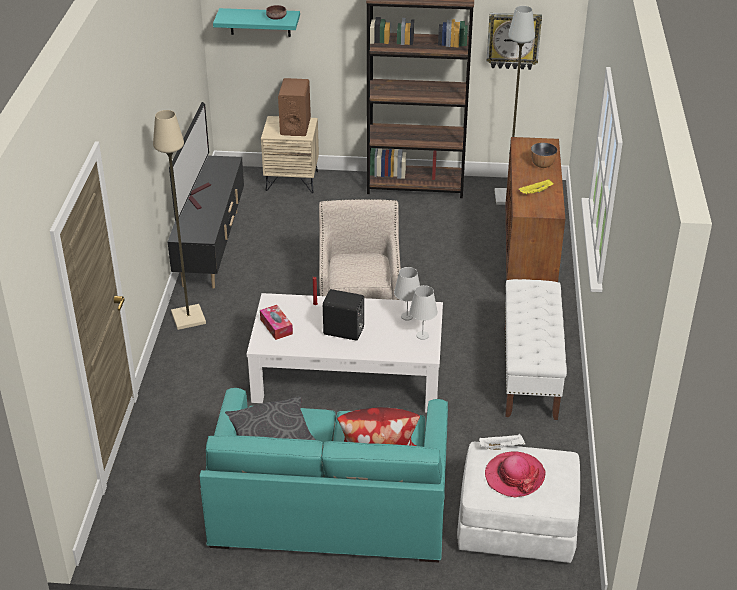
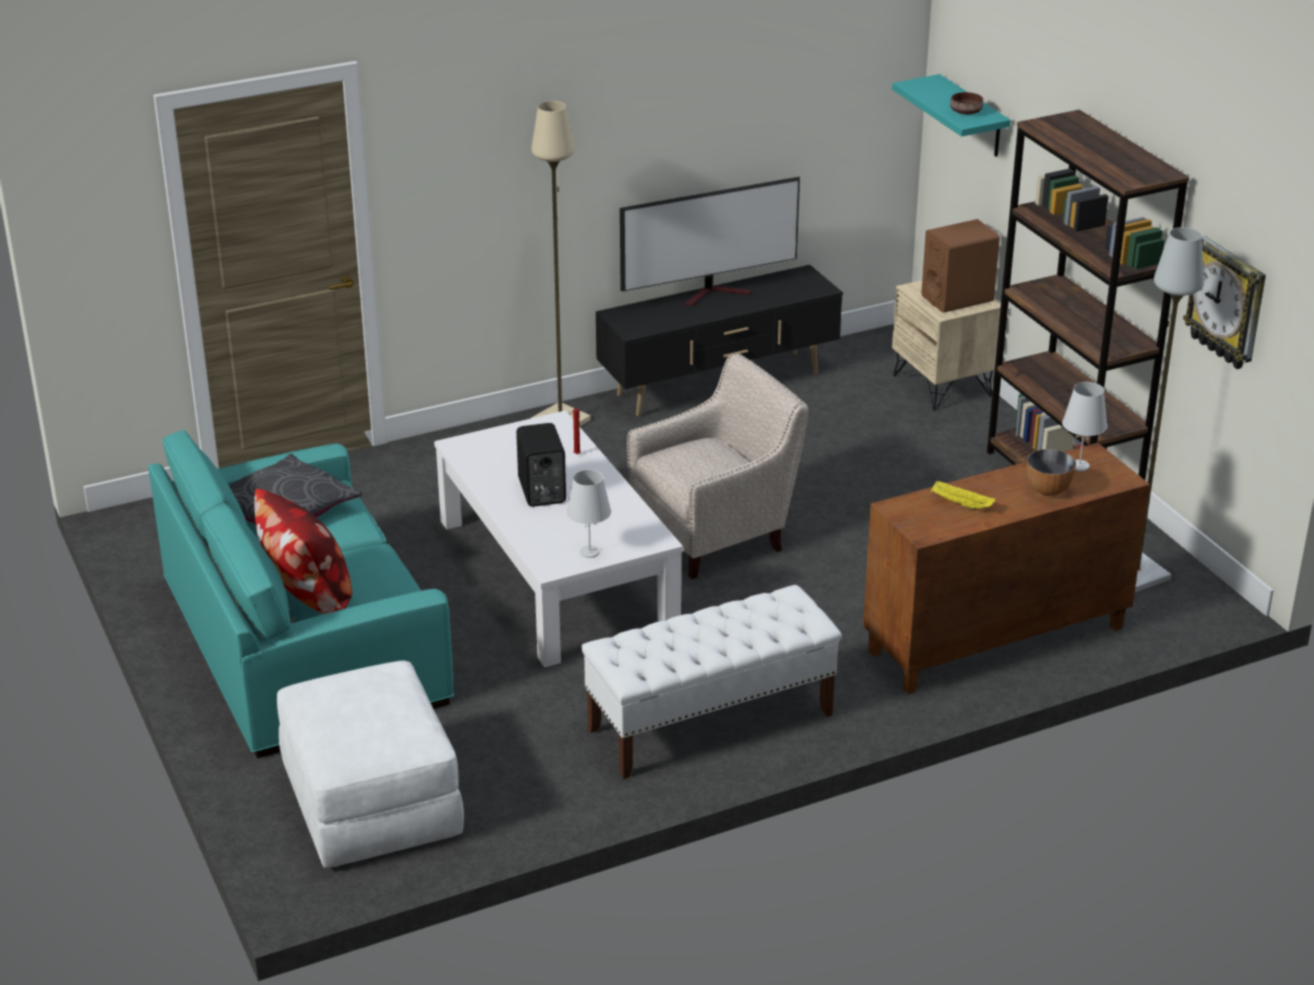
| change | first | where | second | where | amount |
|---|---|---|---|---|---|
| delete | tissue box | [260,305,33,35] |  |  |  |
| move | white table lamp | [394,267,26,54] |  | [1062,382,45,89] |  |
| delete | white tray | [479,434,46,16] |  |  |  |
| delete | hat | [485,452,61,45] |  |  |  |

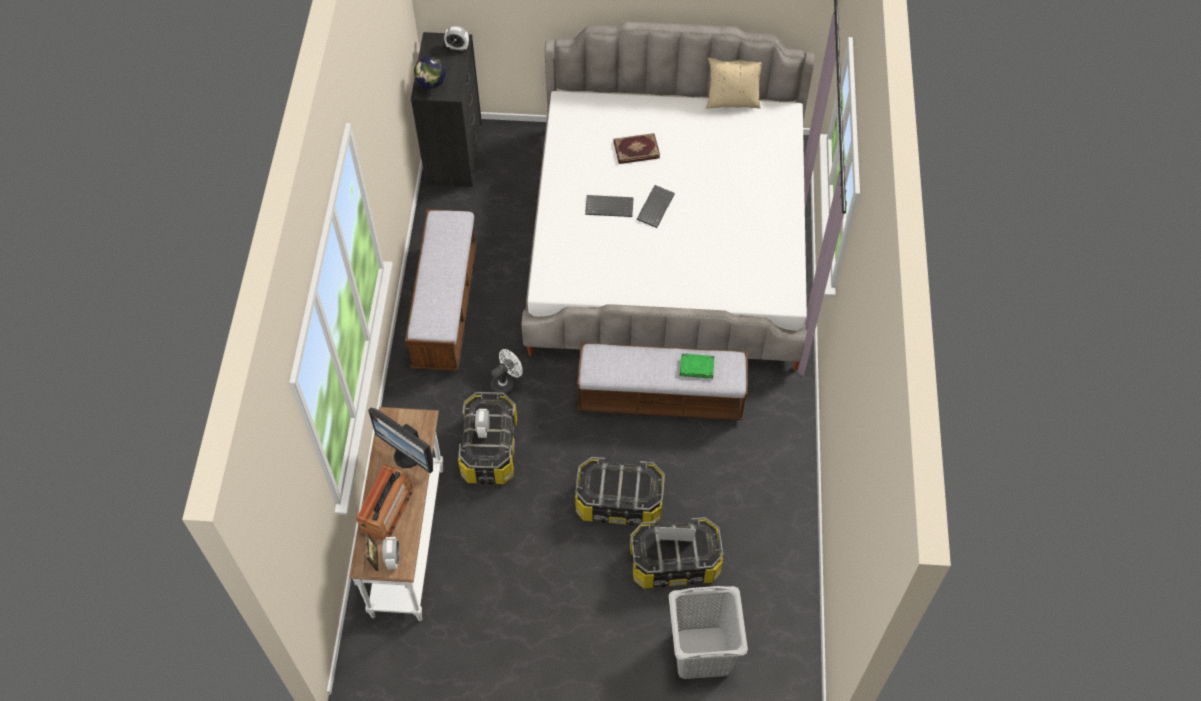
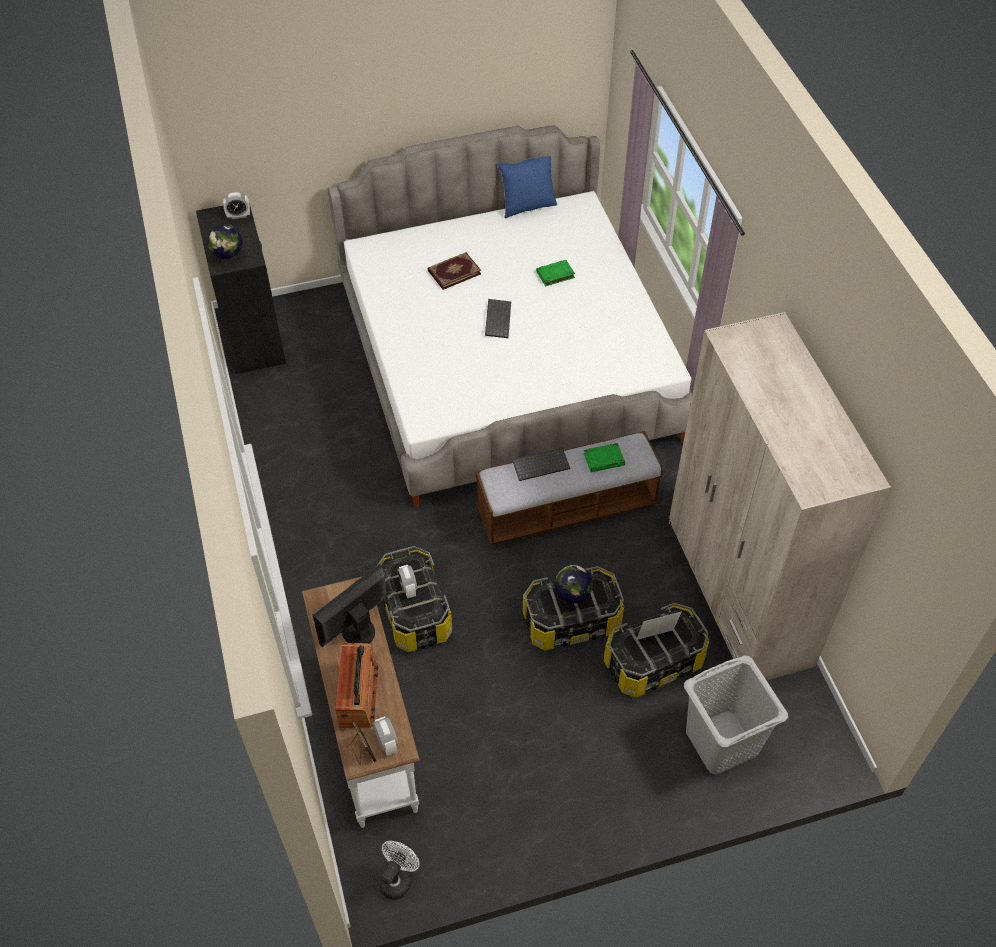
| change | first | where | second | where | amount |
|---|---|---|---|---|---|
| rotate | monitor | [368,408,65,66] |  | [312,564,75,83] | 120 degrees clockwise |
| delete | bench | [405,209,72,162] |  |  |  |
| move | white fan | [491,349,32,47] |  | [378,841,42,59] |  |
| move | keyboard | [585,195,49,22] |  | [512,448,58,33] |  |
| recolor | beige pillow | [705,58,57,51] | blue pillow | [498,156,59,62] |  |
| insert |  |  | green book | [536,260,39,27] |  |
| insert |  |  | globe | [554,565,39,43] |  |
| insert |  |  | beige wardrobe | [669,312,222,368] |  |

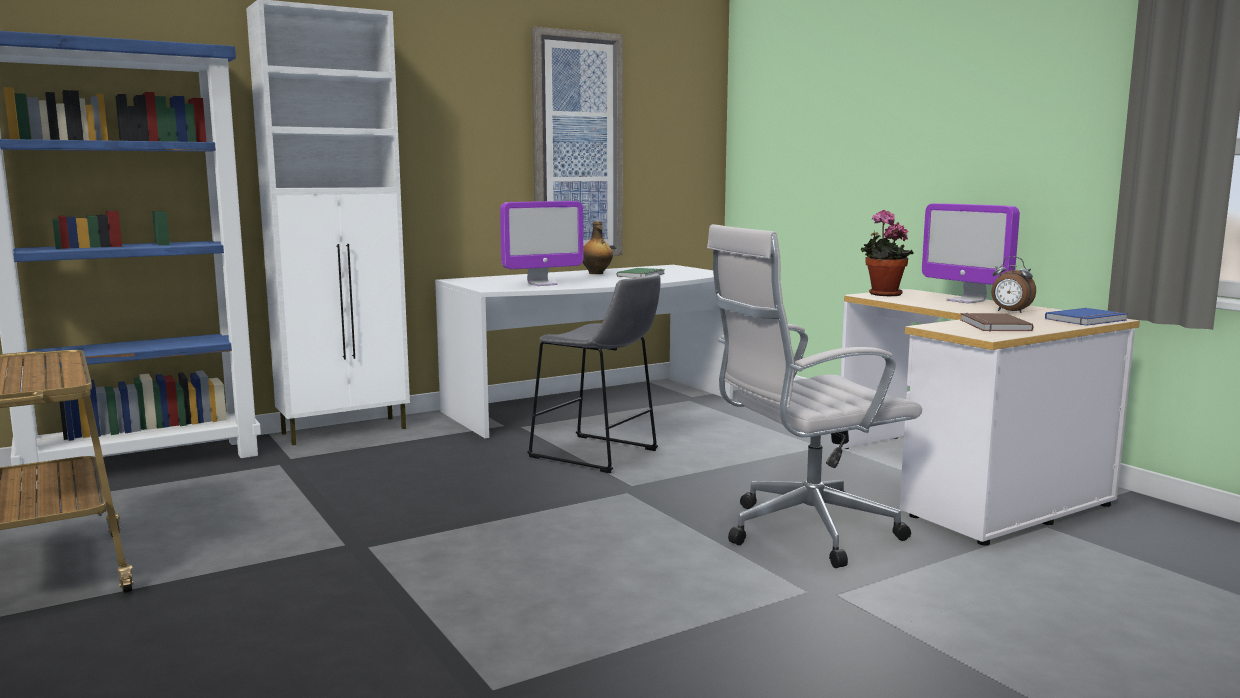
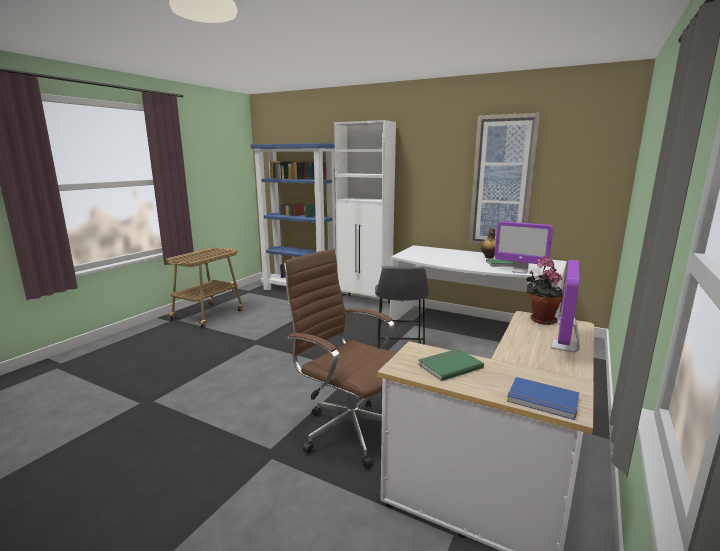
| change | first | where | second | where | amount |
|---|---|---|---|---|---|
| move | monitor | [500,201,83,85] |  | [495,221,58,53] |  |
| recolor | white office chair | [707,224,215,344] | brown office chair | [283,249,114,220] |  |
| recolor | brown book | [960,313,74,19] | green book | [418,349,66,32] |  |
| delete | alarm clock | [991,257,45,56] |  |  |  |

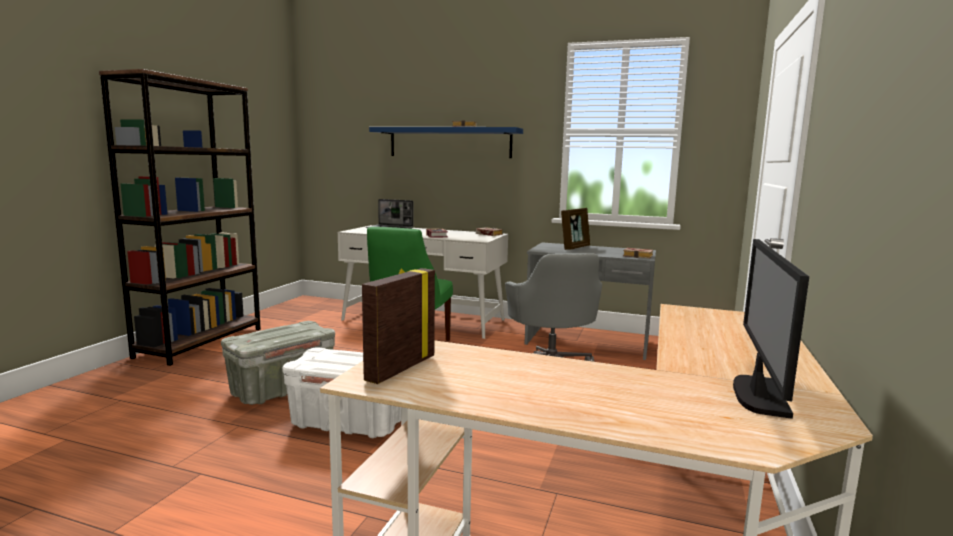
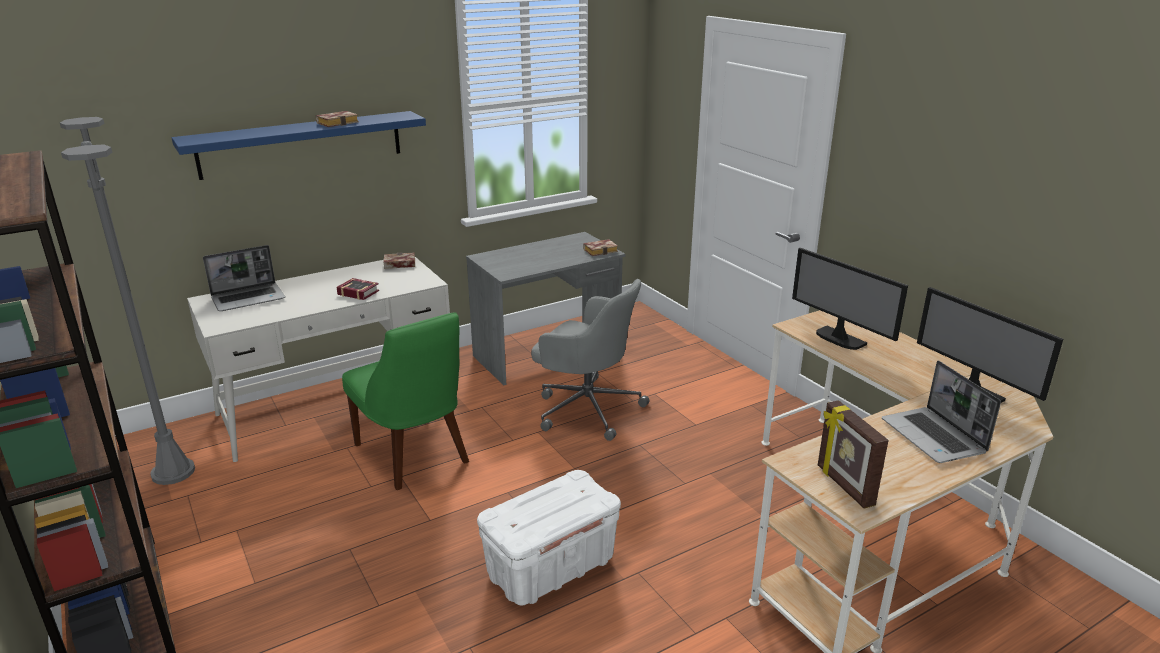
| change | first | where | second | where | amount |
|---|---|---|---|---|---|
| delete | grey storage box | [221,321,114,84] |  |  |  |
| delete | picture frame | [561,208,29,42] |  |  |  |
| insert |  |  | grey floor lamp | [60,117,135,368] |  |
| insert |  |  | monitor | [792,248,116,102] |  |
| insert |  |  | laptop | [882,361,119,102] |  |

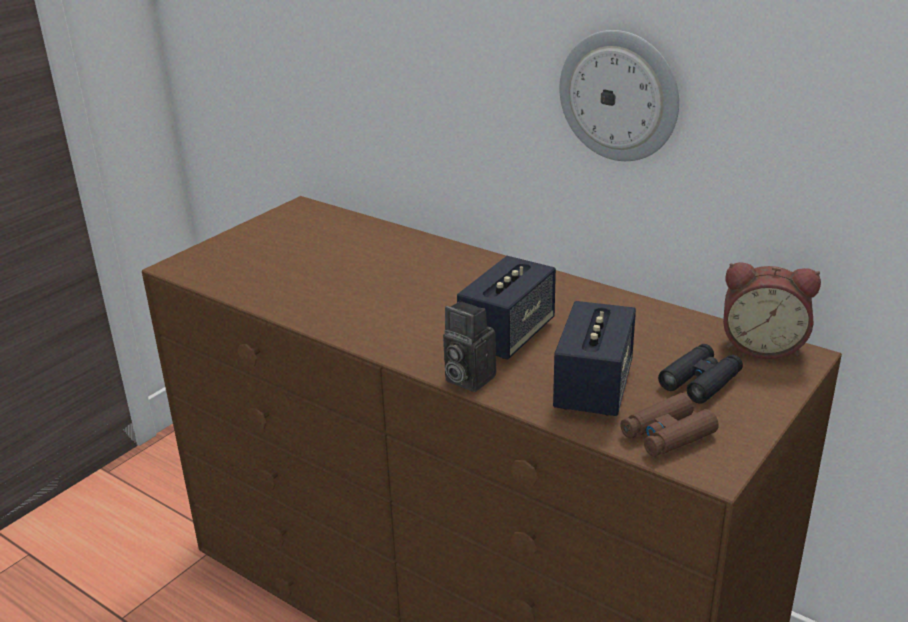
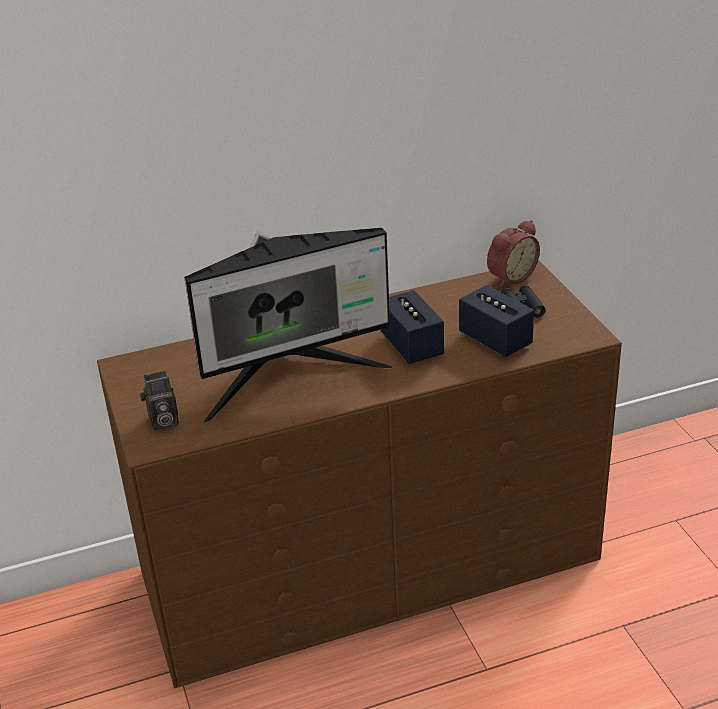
| change | first | where | second | where | amount |
|---|---|---|---|---|---|
| move | photo camera | [443,301,53,91] |  | [140,371,39,60] |  |
| delete | wall clock | [559,30,120,131] |  |  |  |
| delete | brown binoculars | [620,393,99,64] |  |  |  |
| insert |  |  | monitor | [184,228,209,195] |  |

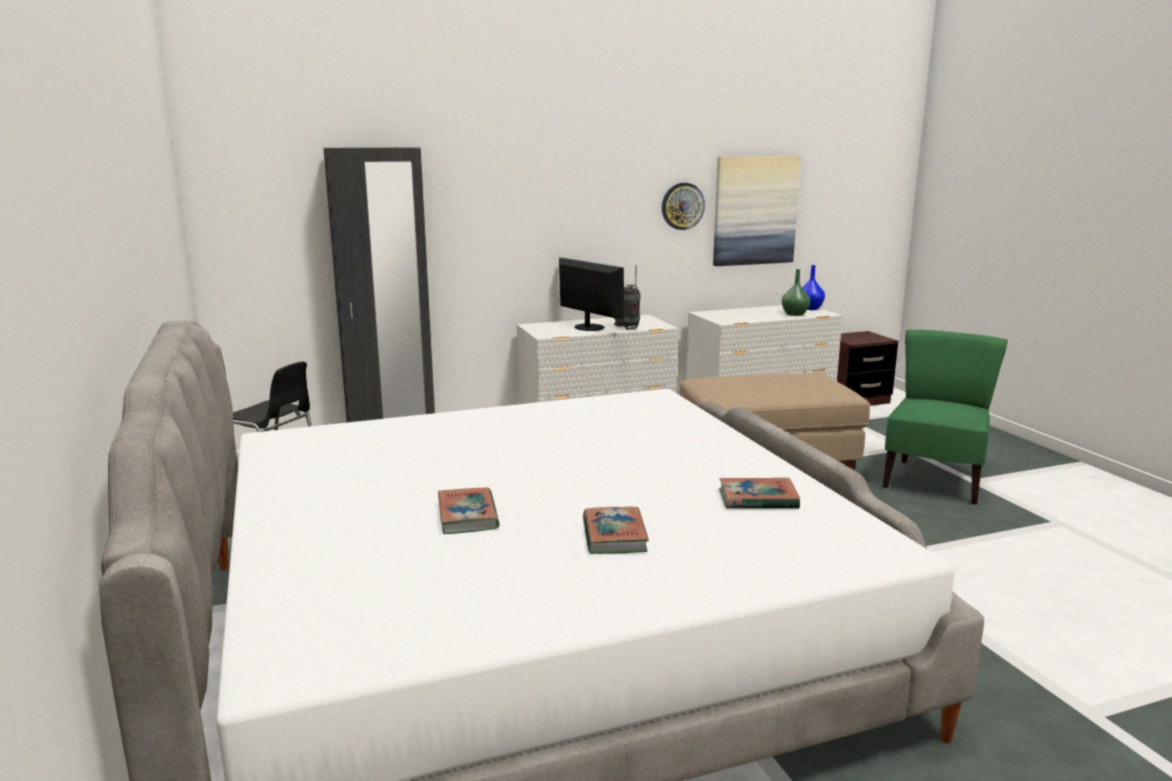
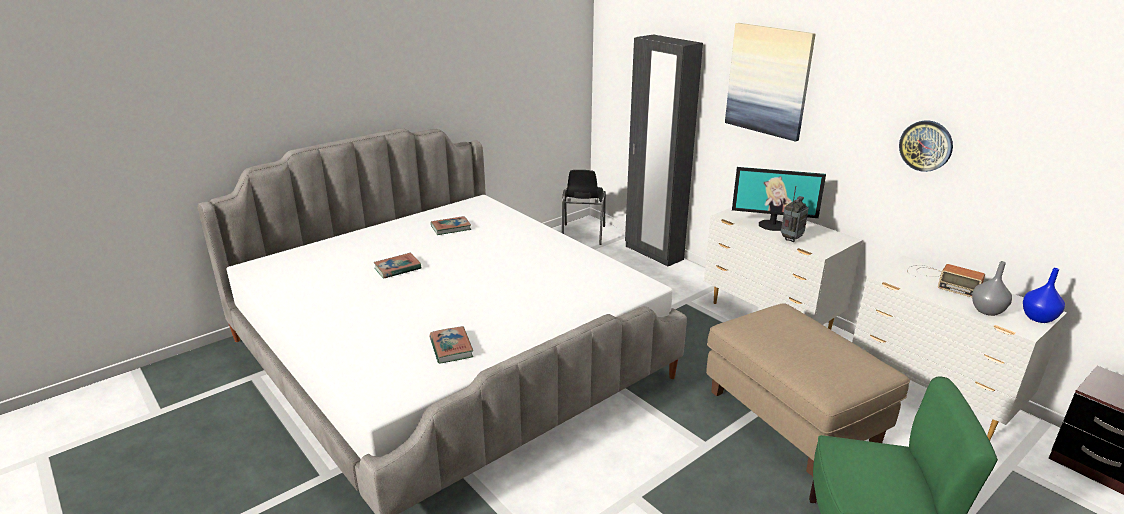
| change | first | where | second | where | amount |
|---|---|---|---|---|---|
| rotate | monitor | [559,258,65,73] |  | [732,167,94,64] | 75 degrees clockwise |
| move | book | [583,507,66,47] |  | [431,216,41,19] |  |
| move | picture | [713,156,88,110] |  | [725,23,91,119] |  |
| recolor | green vase | [782,269,28,47] | grey vase | [972,261,40,55] |  |
| insert |  |  | radio | [907,264,78,33] |  |

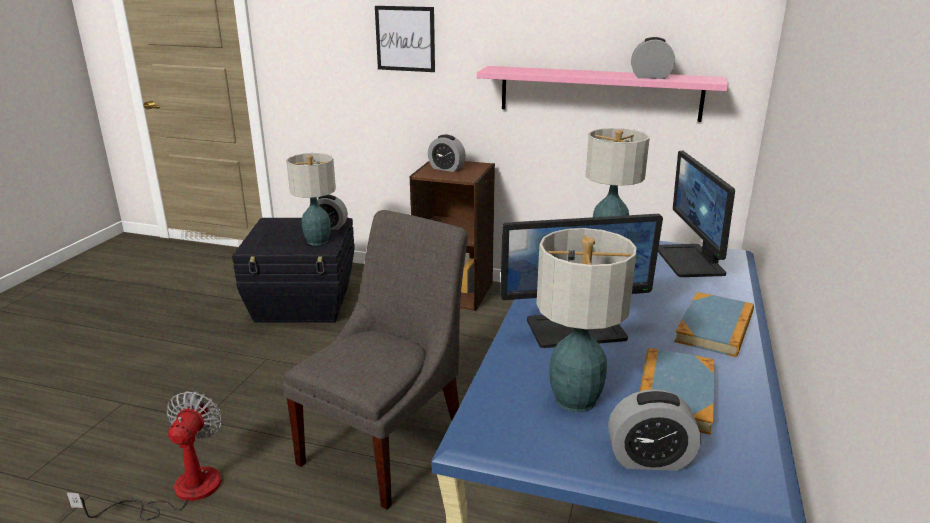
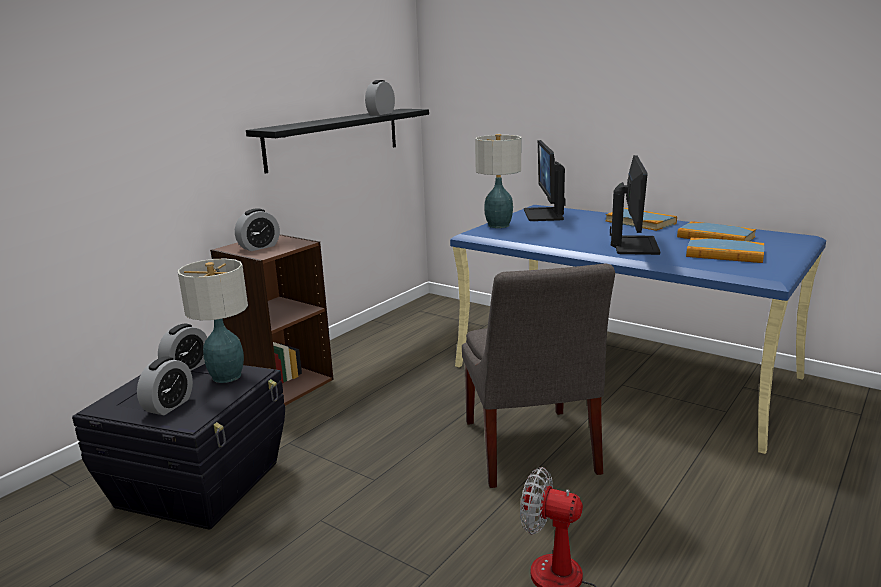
| change | first | where | second | where | amount |
|---|---|---|---|---|---|
| rotate | grey chair | [283,210,185,300] |  | [462,263,153,225] | 150 degrees counterclockwise |
| delete | picture | [375,6,60,66] |  |  |  |
| recolor | pink shelf | [477,66,251,56] | black shelf | [246,109,183,65] |  |
| replace | table lamp | [537,228,100,184] | book | [686,237,78,26] |  |
| move | alarm clock | [608,389,93,82] |  | [137,356,56,59] |  |
| rotate | monitor | [658,151,77,126] |  | [524,140,42,81] | 75 degrees clockwise |

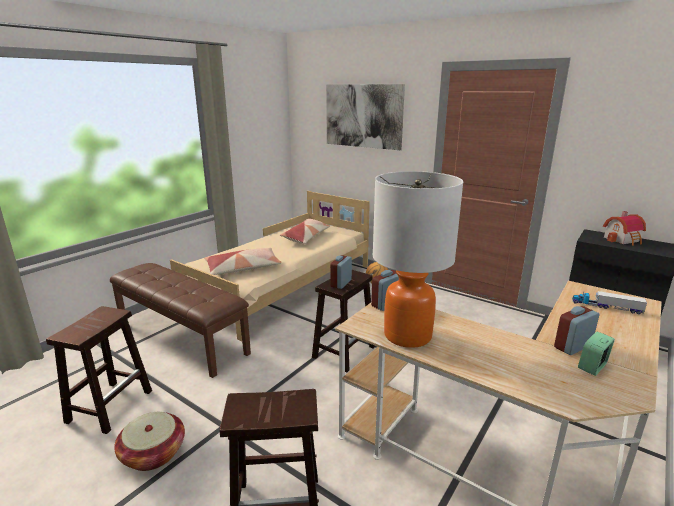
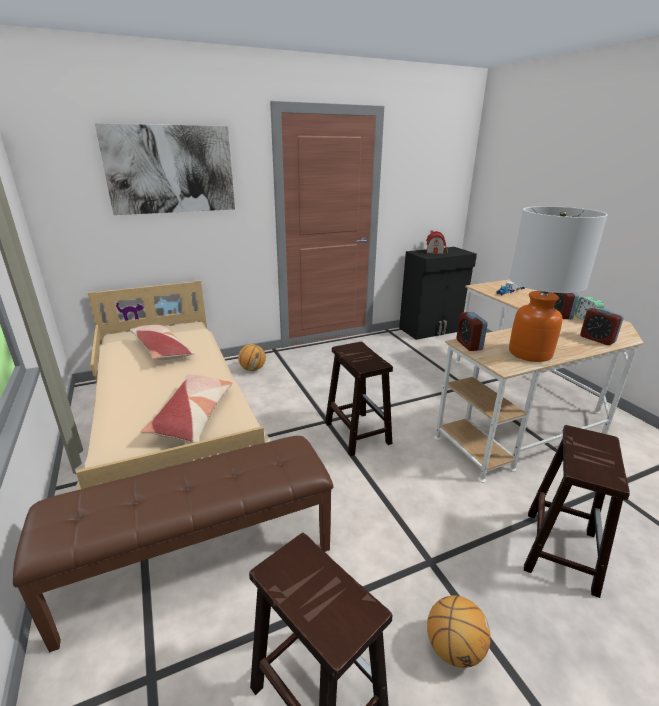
| change | first | where | second | where | amount |
|---|---|---|---|---|---|
| replace | basket | [114,412,71,59] | basketball | [427,596,64,72] |  |
| move | alarm clock | [330,255,22,34] |  | [580,307,44,38] |  |

